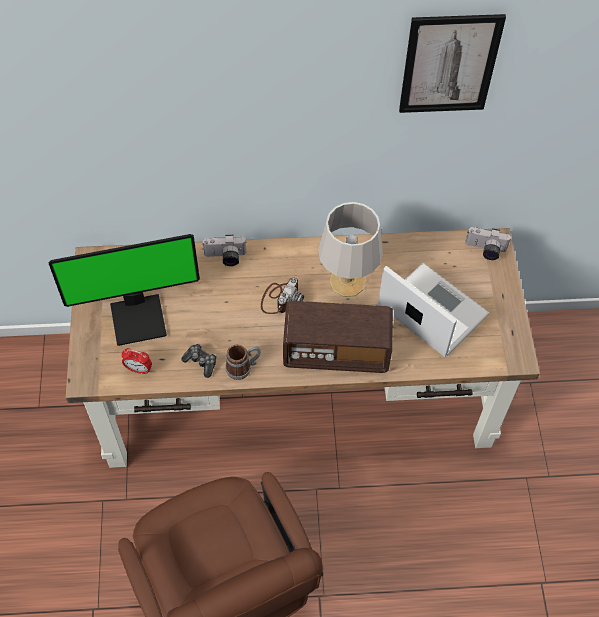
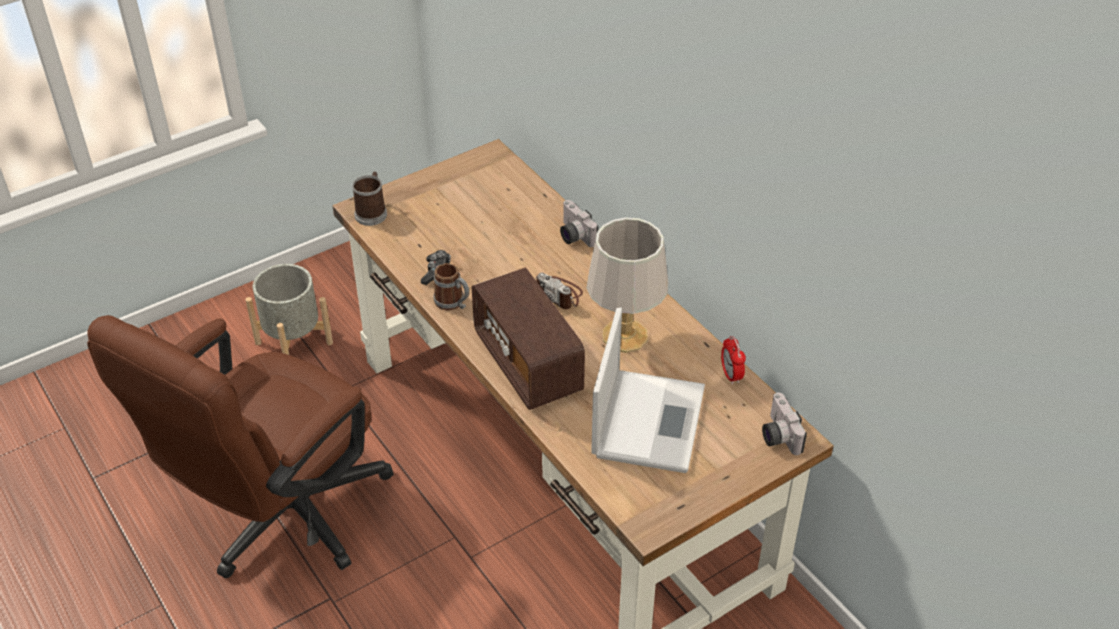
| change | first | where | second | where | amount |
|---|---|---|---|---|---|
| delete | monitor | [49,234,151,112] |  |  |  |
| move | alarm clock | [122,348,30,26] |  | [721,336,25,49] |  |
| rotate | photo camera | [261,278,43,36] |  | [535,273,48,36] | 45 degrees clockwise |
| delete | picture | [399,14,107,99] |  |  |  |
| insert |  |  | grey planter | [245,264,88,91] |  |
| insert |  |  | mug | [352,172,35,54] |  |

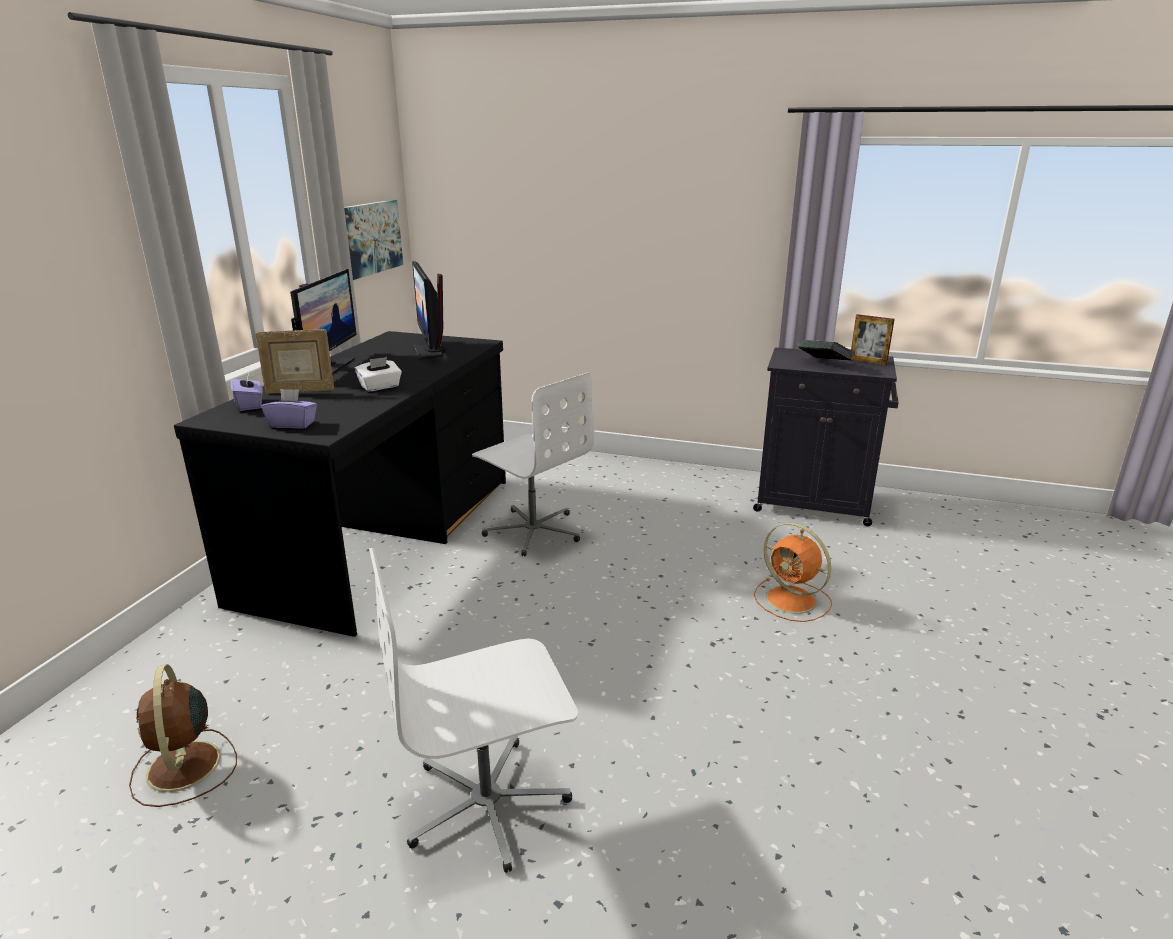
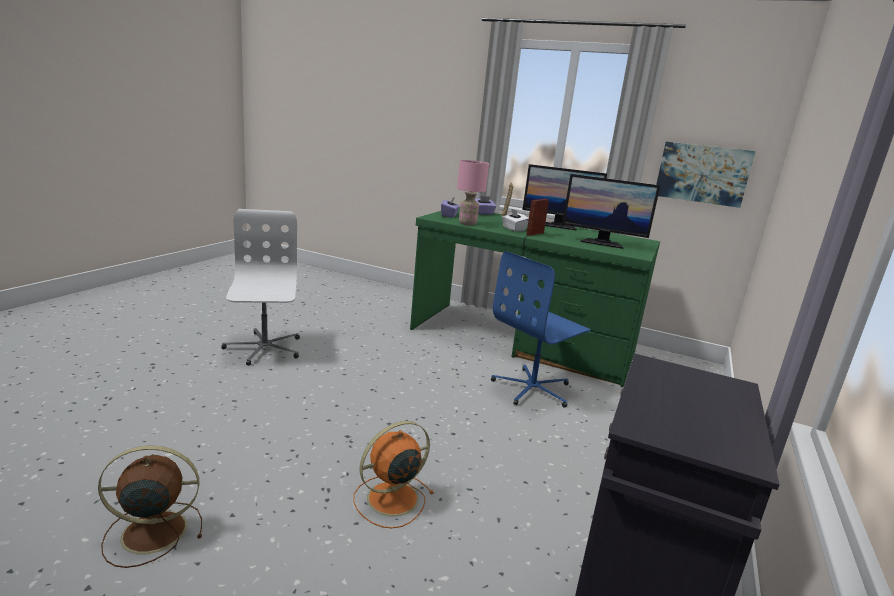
| change | first | where | second | where | amount |
|---|---|---|---|---|---|
| move | brown fan | [129,664,108,143] |  | [98,446,104,122] |  |
| recolor | black desk | [174,331,332,306] | green desk | [410,207,250,180] |  |
| rotate | monitor | [412,261,34,99] |  | [562,174,98,75] | 150 degrees counterclockwise |
| recolor | white office chair | [472,372,122,184] | blue office chair | [491,251,100,157] |  |
| delete | book | [798,340,57,21] |  |  |  |
| move | picture frame | [851,314,44,51] |  | [526,199,23,37] |  |
| insert |  |  | pink table lamp | [457,160,32,66] |  |

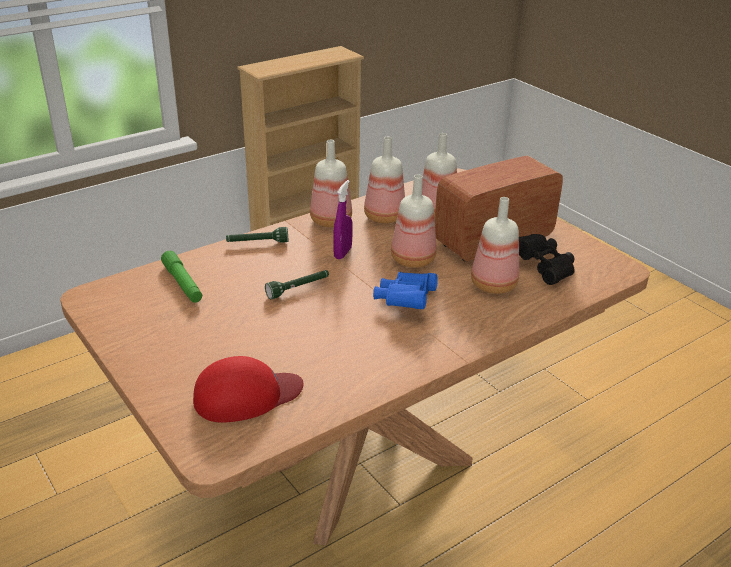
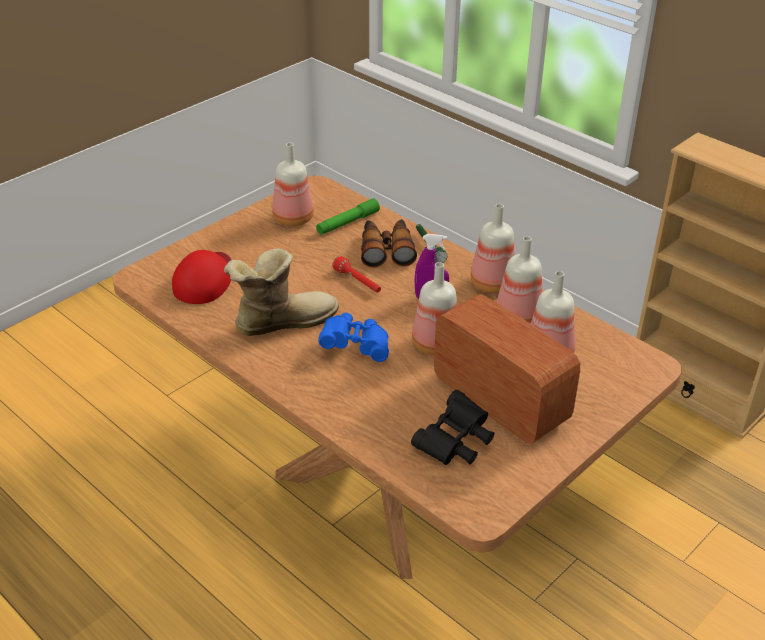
| change | first | where | second | where | amount |
|---|---|---|---|---|---|
| rotate | red cap | [193,356,110,67] |  | [172,250,59,54] | 135 degrees counterclockwise |
| recolor | green flashlight | [265,270,64,29] | red flashlight | [332,256,49,36] |  |
| move | bottle | [471,197,48,97] |  | [272,143,42,83] |  |
| insert |  |  | boot | [224,248,115,88] |  |
| insert |  |  | binoculars | [361,219,56,48] |  |

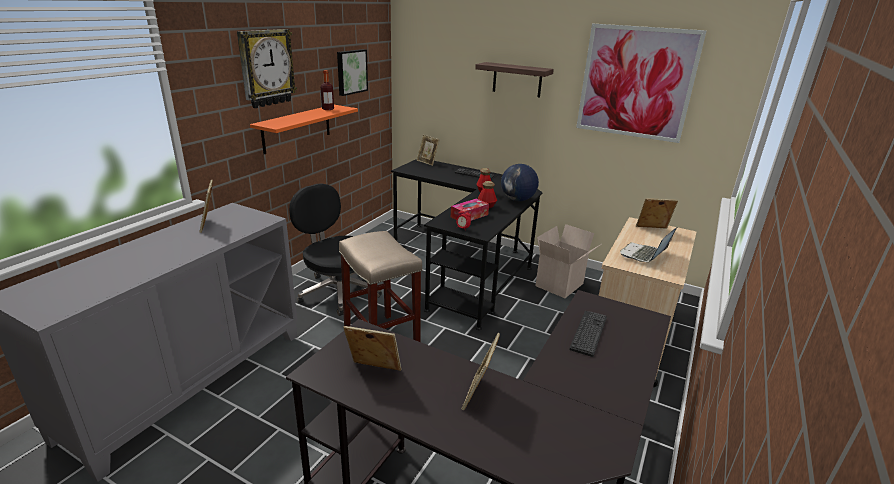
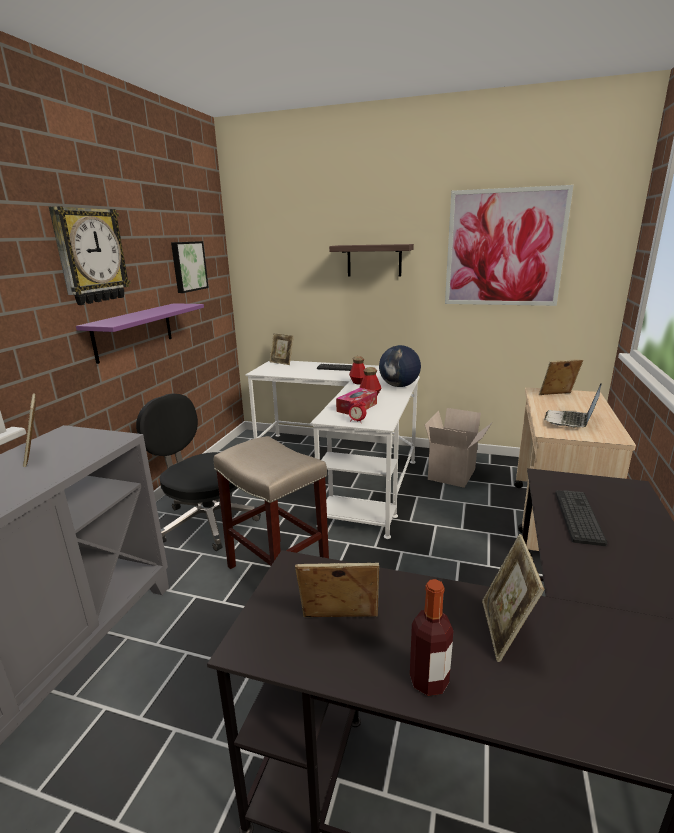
| change | first | where | second | where | amount |
|---|---|---|---|---|---|
| recolor | orange shelf | [250,105,108,49] | purple shelf | [76,303,128,61] |  |
| move | bottle | [321,70,13,40] |  | [410,579,43,117] |  |
| recolor | black desk | [391,159,151,171] | white desk | [245,360,175,179] |  |

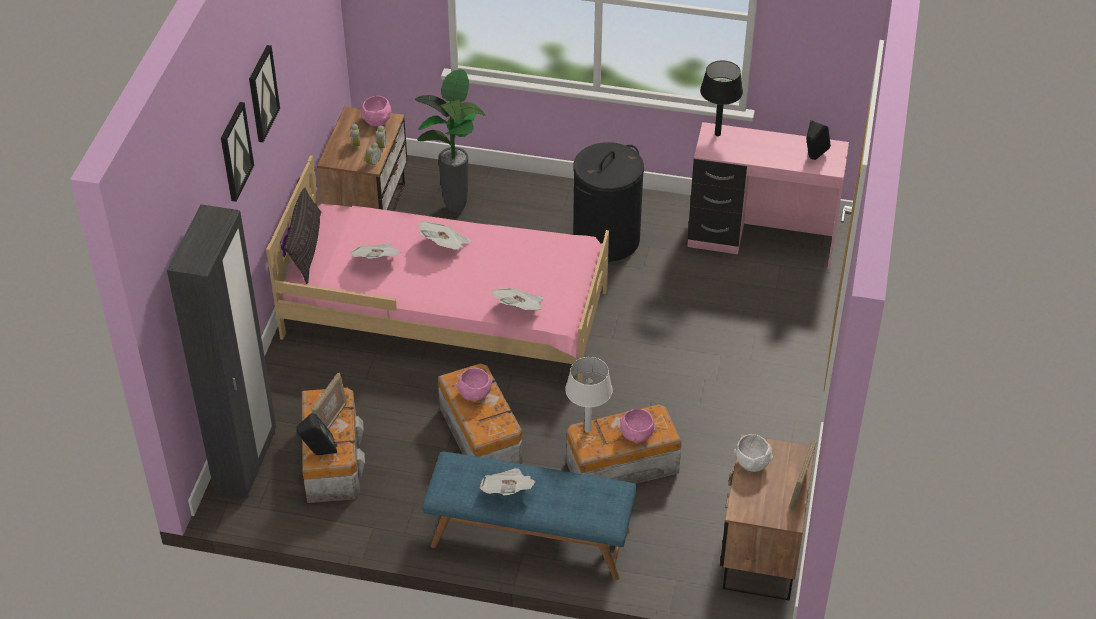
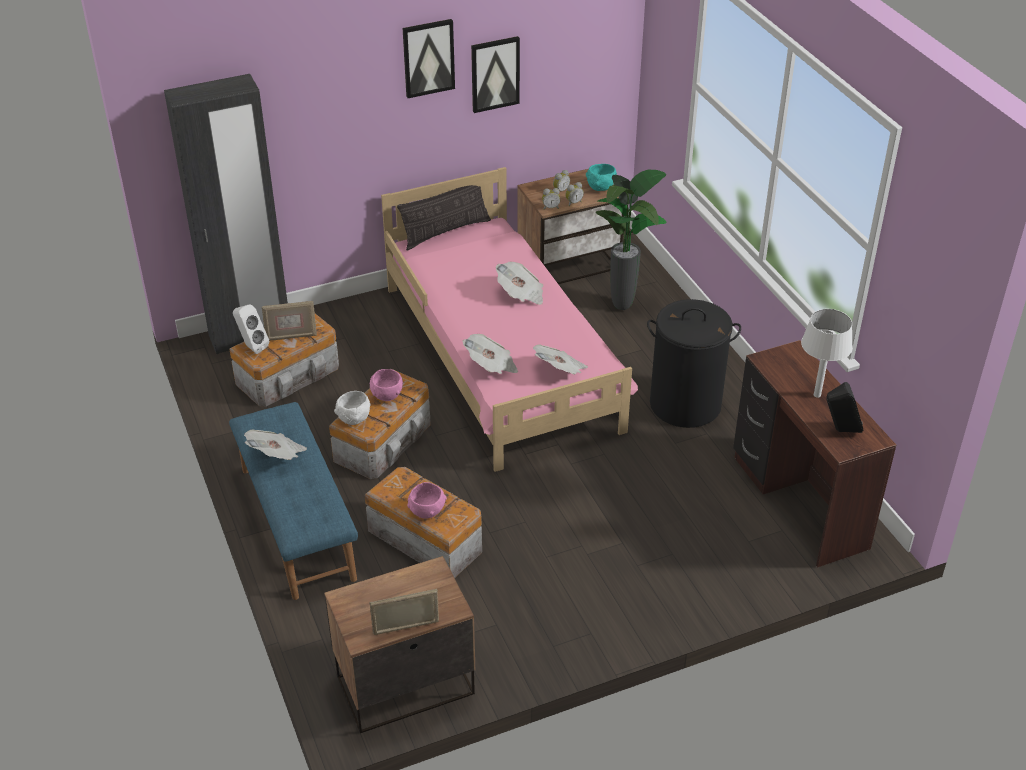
| change | first | where | second | where | amount |
|---|---|---|---|---|---|
| move | picture | [221,102,33,100] |  | [471,36,49,77] |  |
| recolor | black speaker | [296,413,41,42] | white speaker | [233,304,36,50] |  |
| move | newspaper | [350,243,51,16] |  | [533,344,55,30] |  |
| recolor | pink bowl | [361,96,30,30] | turquoise bowl | [586,164,31,27] |  |
| move | white table lamp | [565,357,48,76] |  | [801,309,52,89] |  |
| recolor | pink desk | [687,122,162,148] | brown desk | [733,340,163,228] |  |
| delete | black table lamp | [700,60,43,76] |  |  |  |
| move | white bowl | [734,434,39,38] |  | [334,391,36,34] |  |

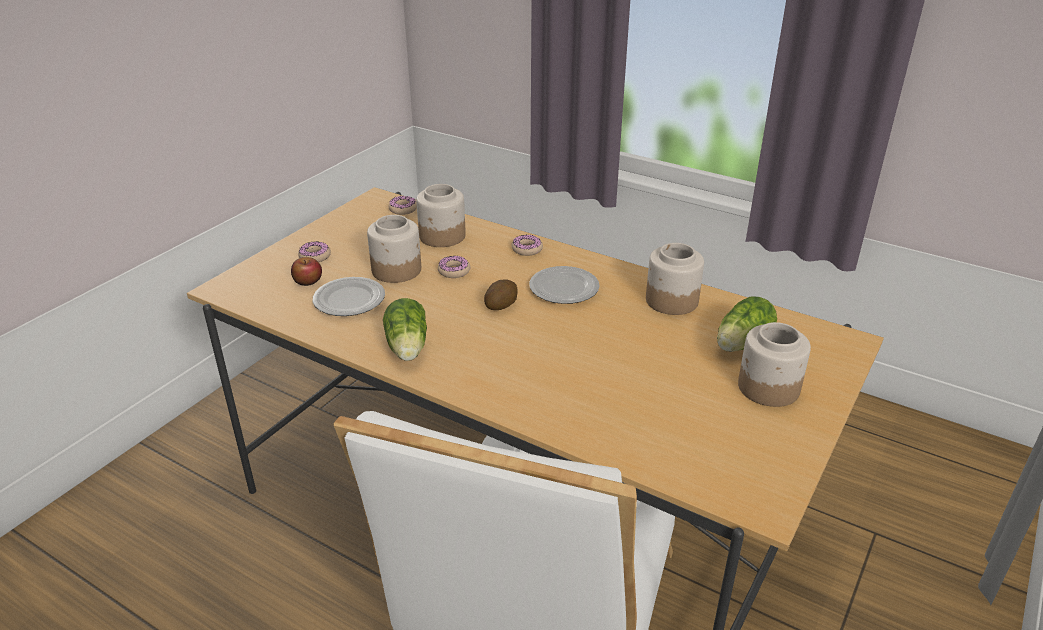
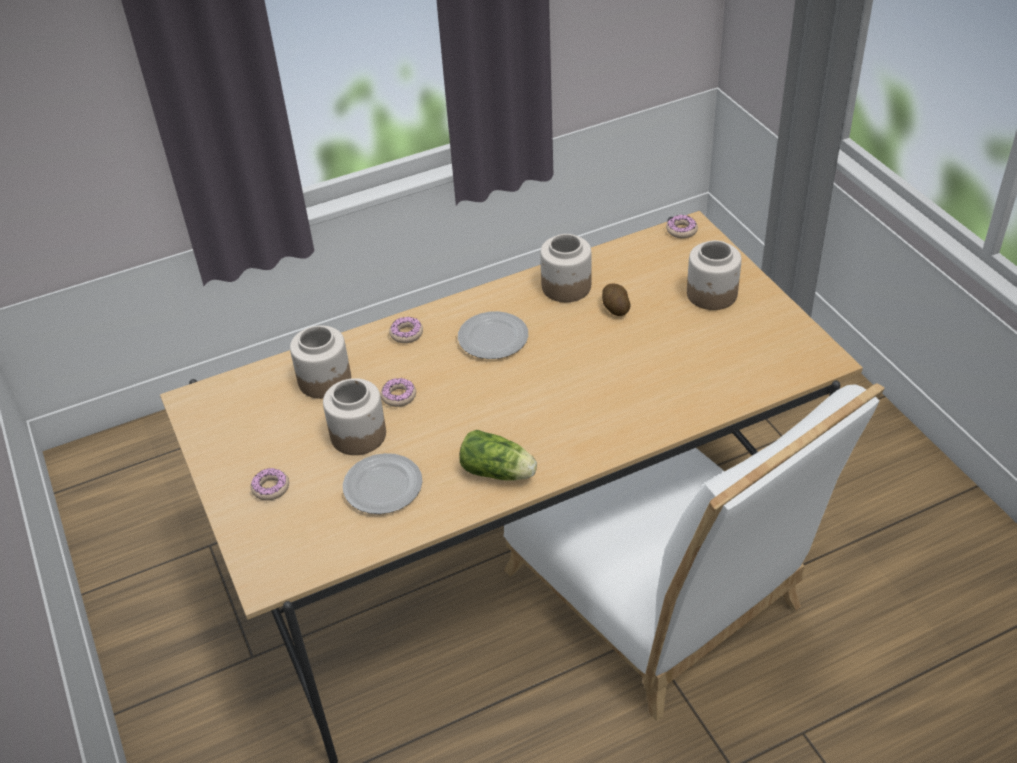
| change | first | where | second | where | amount |
|---|---|---|---|---|---|
| delete | apple | [291,257,31,29] |  |  |  |
| move | donut | [389,196,28,19] |  | [666,215,32,23] |  |
| move | potato | [484,279,33,31] |  | [602,283,29,33] |  |
| delete | lettuce | [717,296,60,56] |  |  |  |

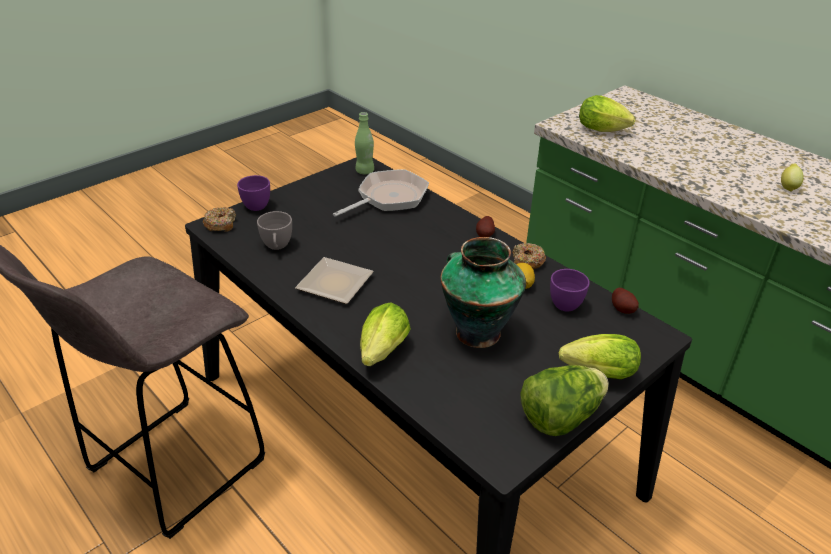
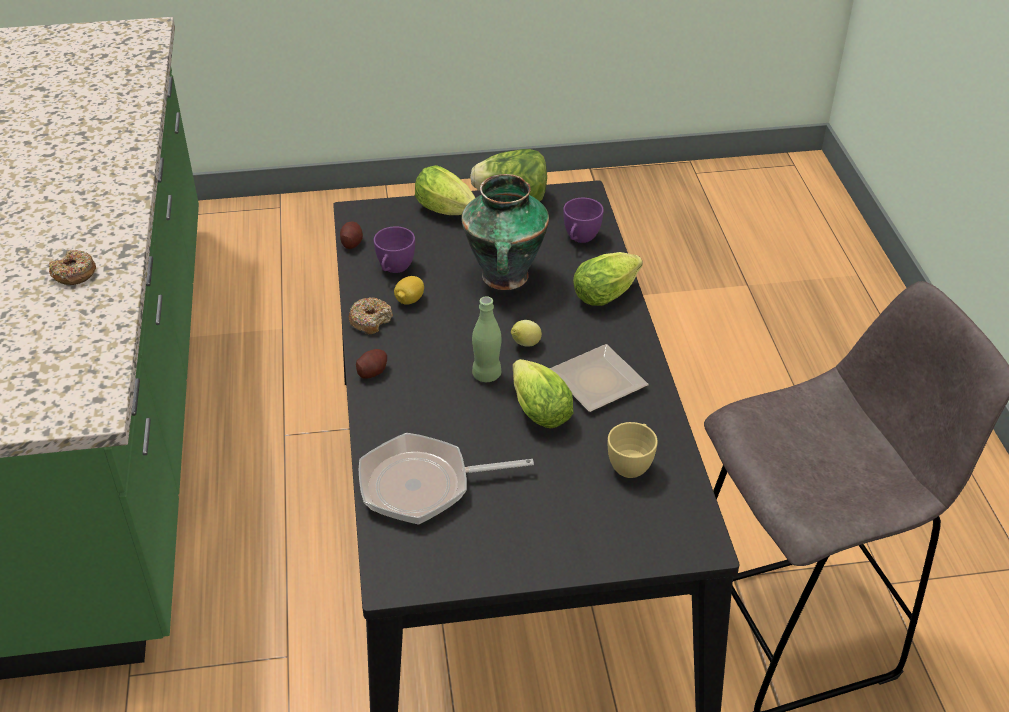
| change | first | where | second | where | amount |
|---|---|---|---|---|---|
| move | donut | [203,207,33,25] |  | [48,250,48,35] |  |
| move | purple cup | [237,175,33,36] |  | [563,198,41,45] |  |
| recolor | grey cup | [257,211,35,39] | yellow cup | [608,422,50,56] |  |
| move | green bottle | [355,112,19,62] |  | [472,296,30,86] |  |
| move | lettuce | [579,95,56,37] |  | [513,359,61,70] |  |
| move | lemon | [781,163,22,29] |  | [511,320,31,27] |  |

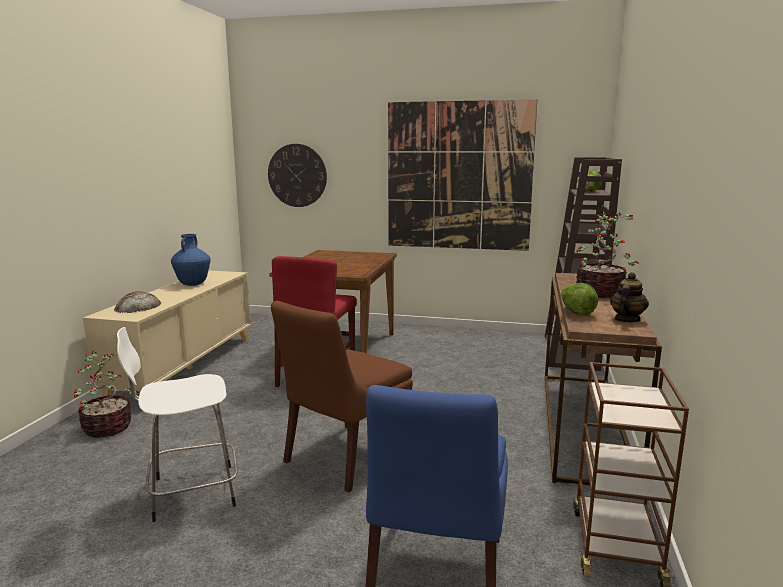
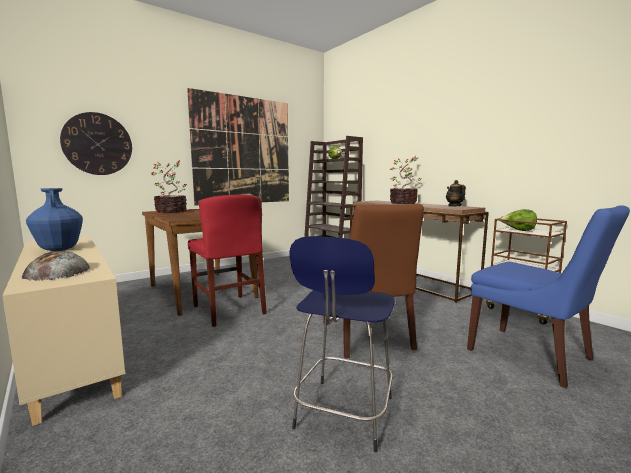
| change | first | where | second | where | amount |
|---|---|---|---|---|---|
| move | potted plant | [74,351,66,87] |  | [151,160,36,53] |  |
| recolor | white stool | [117,327,121,195] | blue stool | [290,236,105,216] |  |
| move | lettuce | [561,282,37,34] |  | [500,209,37,22] |  |

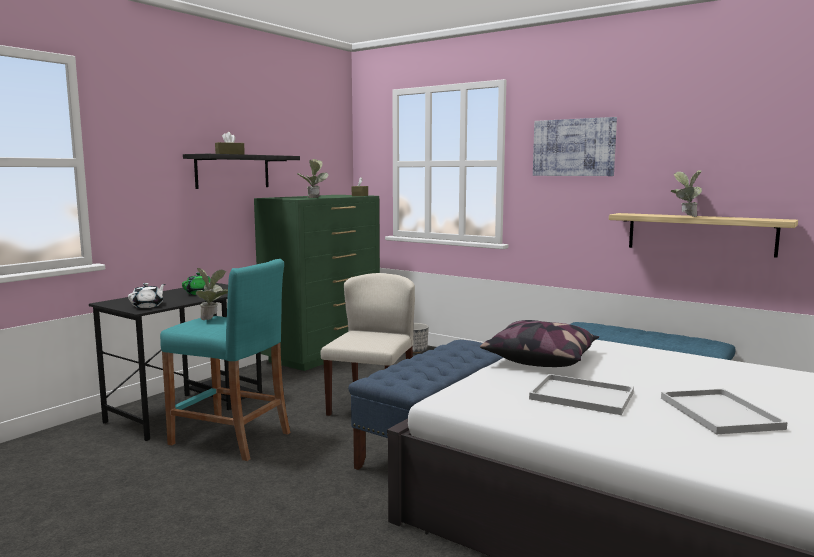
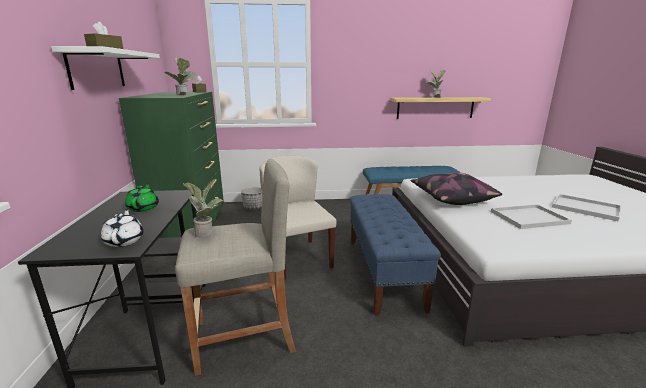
| change | first | where | second | where | amount |
|---|---|---|---|---|---|
| recolor | turquoise stool | [160,259,130,202] | beige stool | [175,158,121,218] |  |
| recolor | black shelf | [183,154,117,35] | white shelf | [51,46,109,44] |  |
| delete | picture | [533,117,84,59] |  |  |  |

